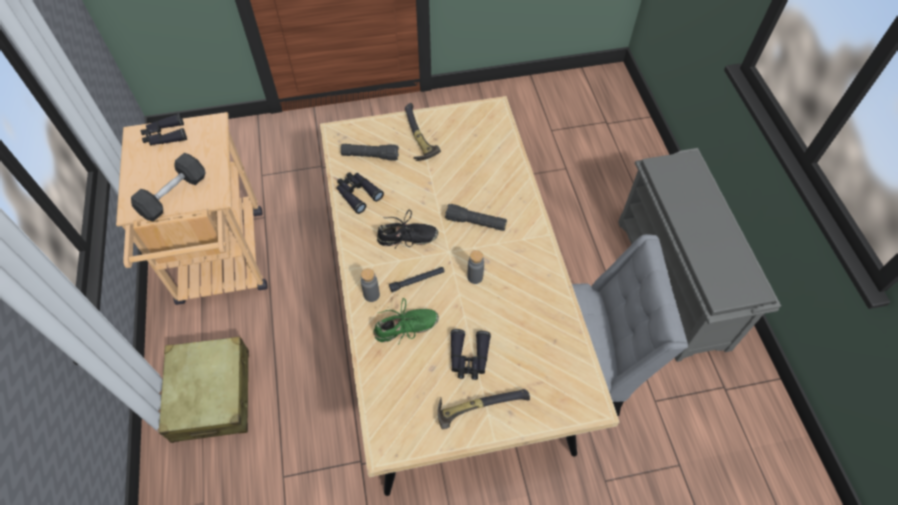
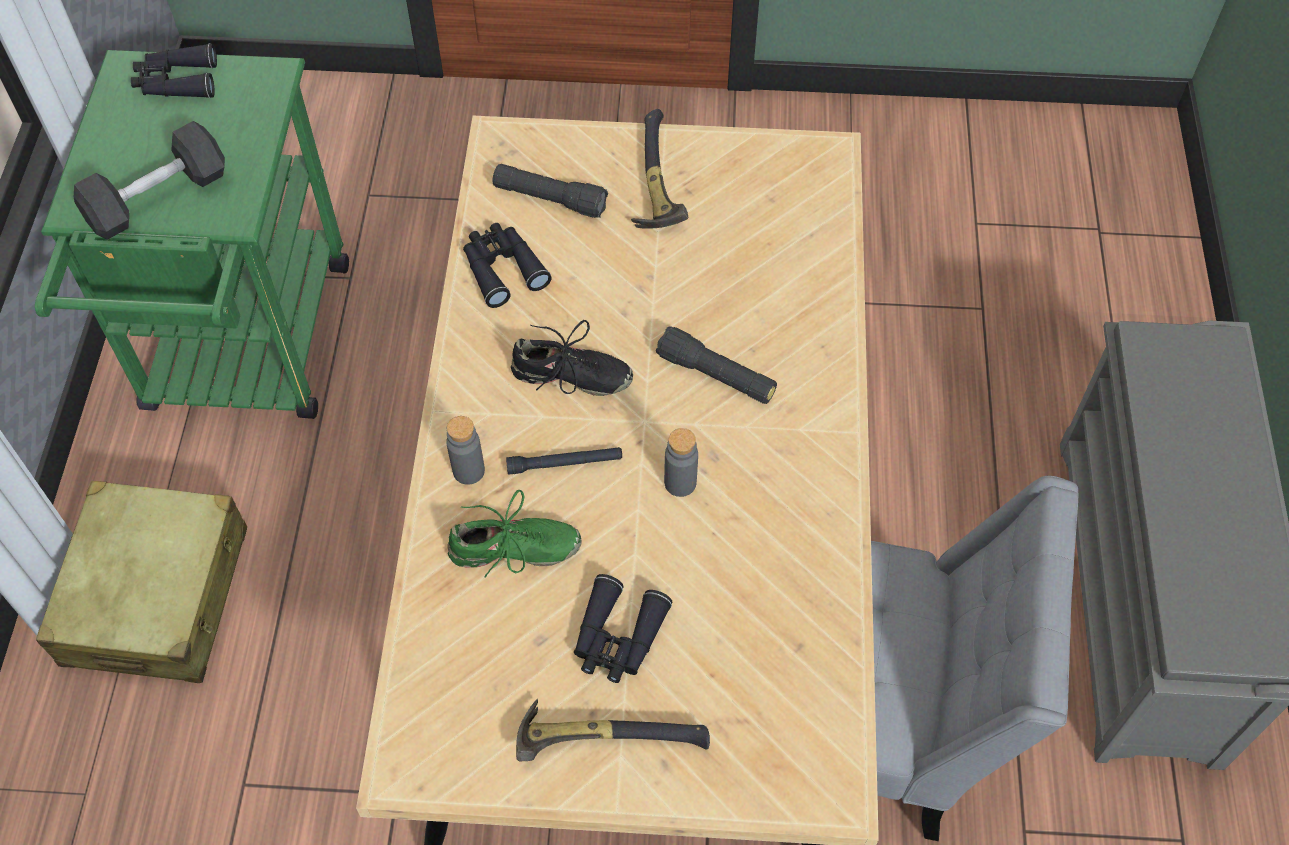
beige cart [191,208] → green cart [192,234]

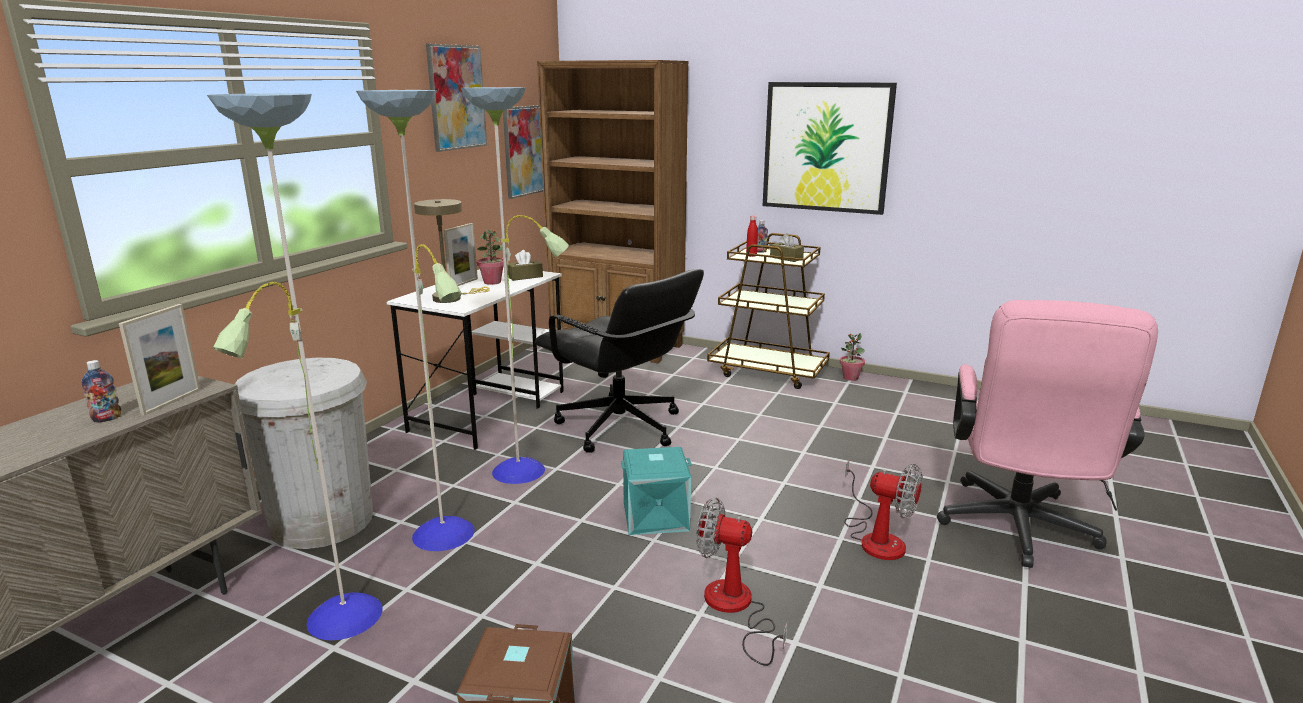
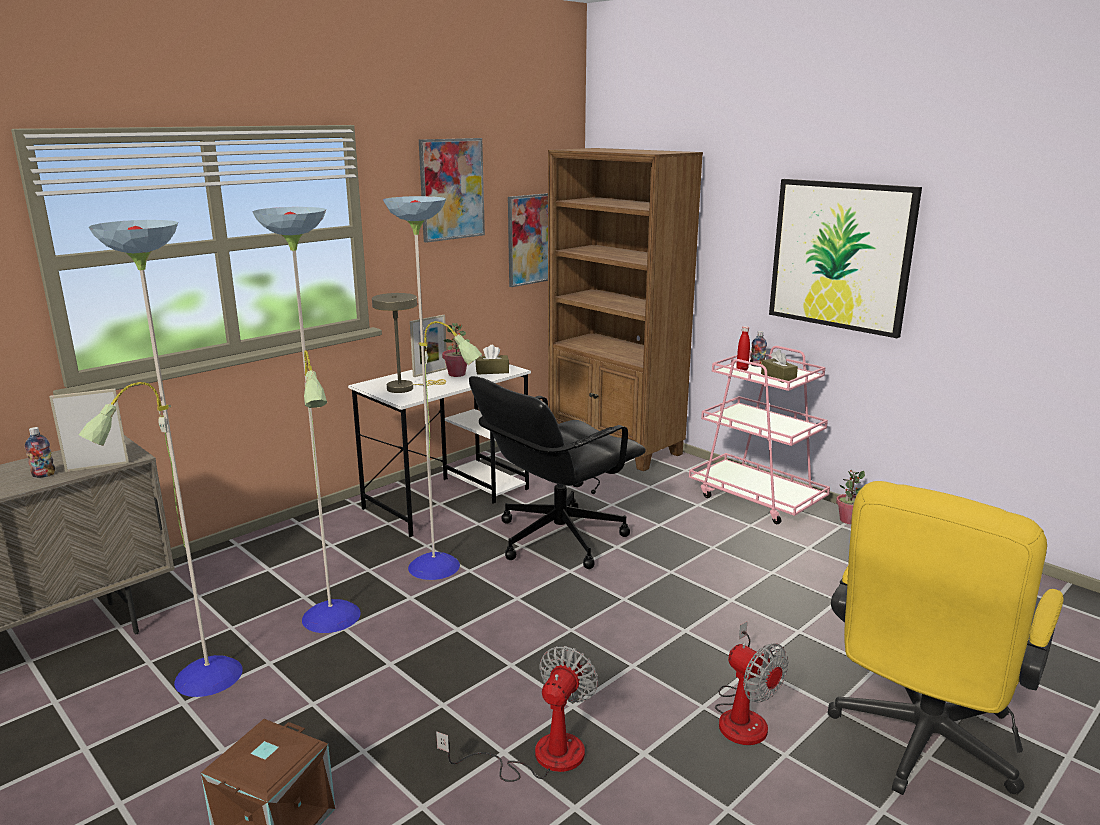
picture frame [160,360] → picture frame [89,430], 150 degrees counterclockwise
white trash can [304,453] → -
black office chair [619,361] → black office chair [557,472], 75 degrees clockwise
turquoise storage box [656,491] → -
fan [741,582] → fan [517,714], 75 degrees clockwise
brown cart [768,311] → pink cart [759,435]
pink office chair [1047,434] → yellow office chair [946,638]

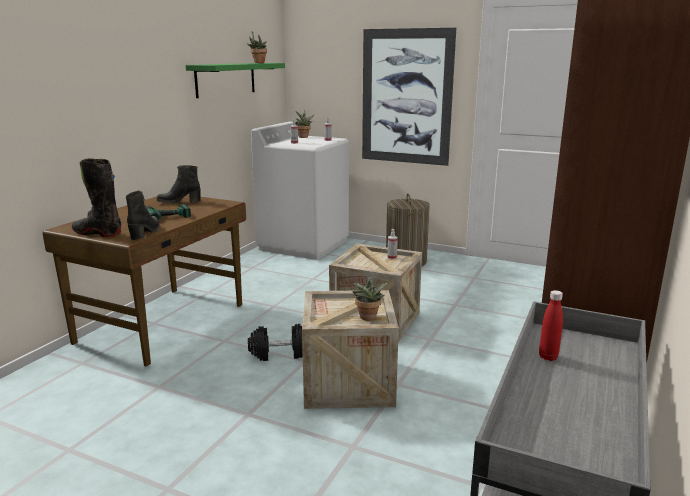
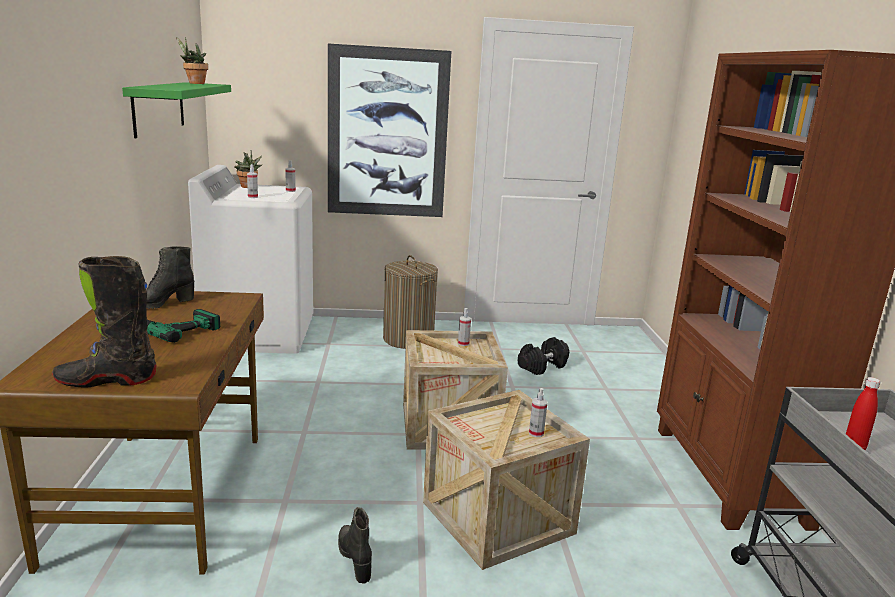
black boot [143,215] → black boot [355,545], shifted
black dumbbell [275,342] → black dumbbell [543,356], shifted
potted plant [370,298] → spray bottle [538,412]

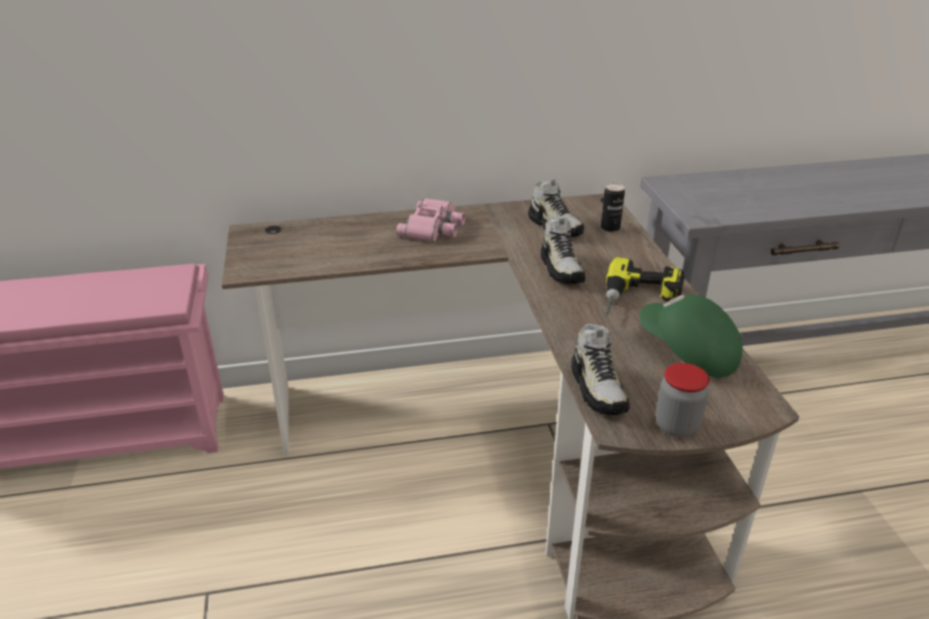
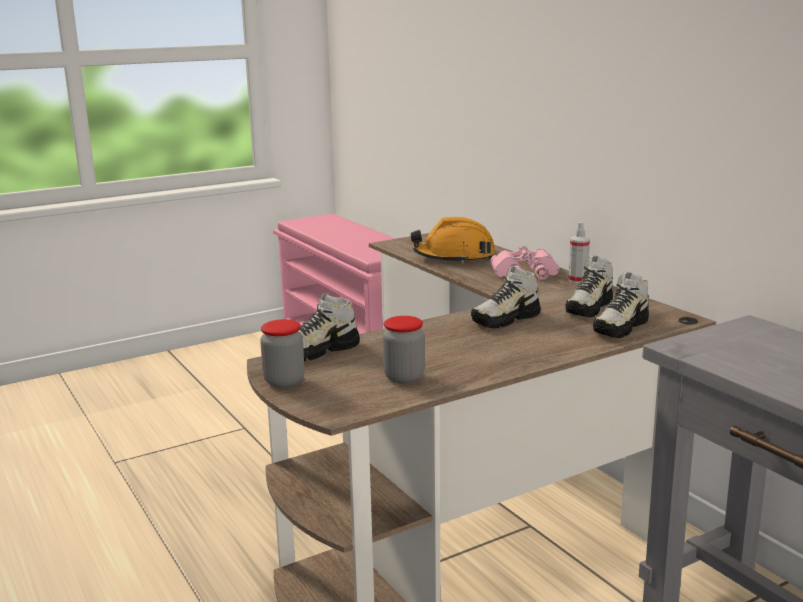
can [613,207] → shoe [621,305]
power drill [644,286] → -
green cap [691,336] → jar [404,350]
- → orange hard hat [452,240]
- → spray bottle [579,253]

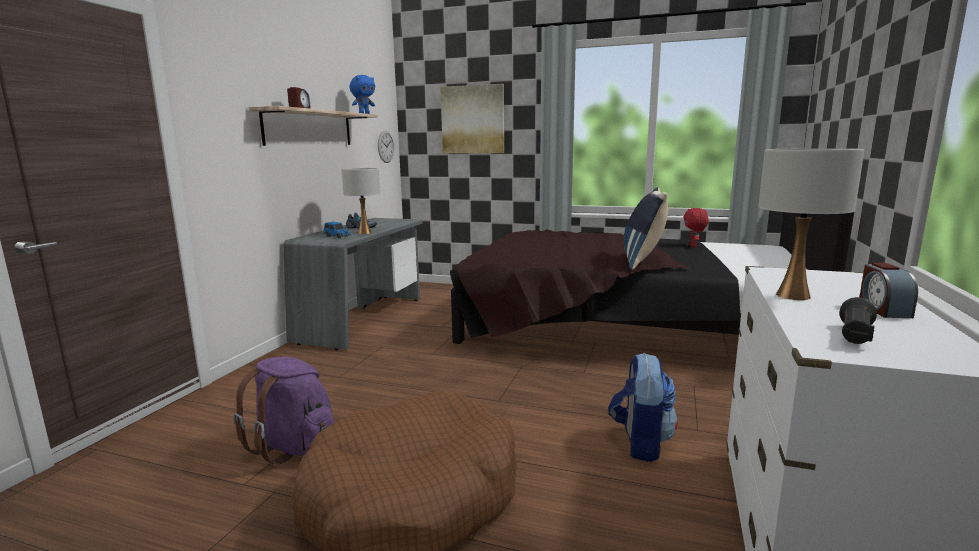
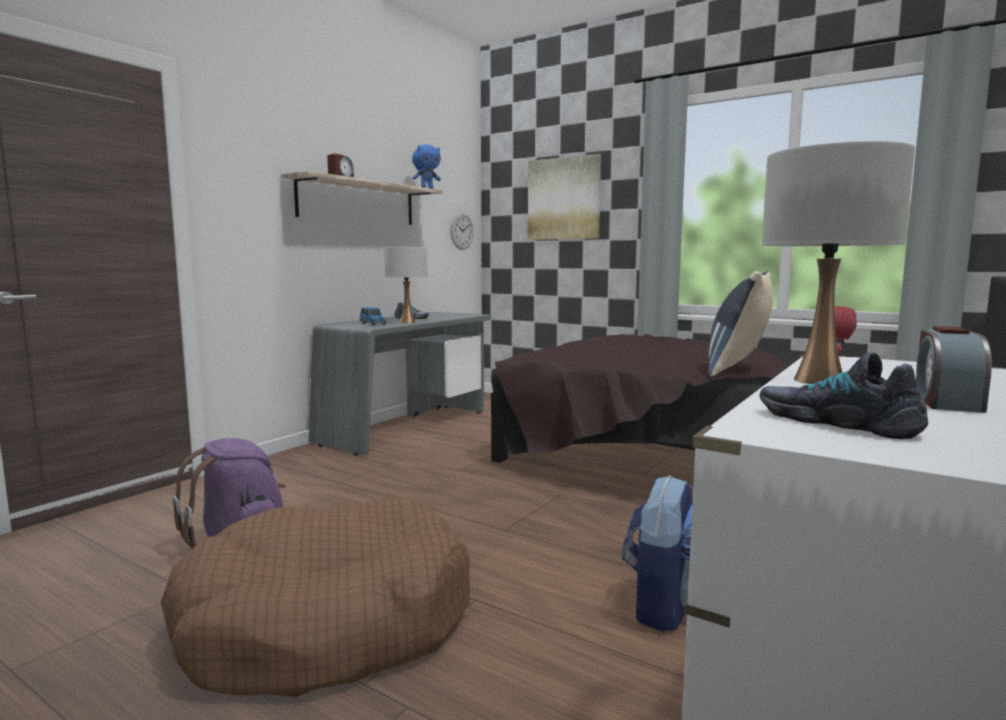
black flashlight [858,320] → shoe [843,396]

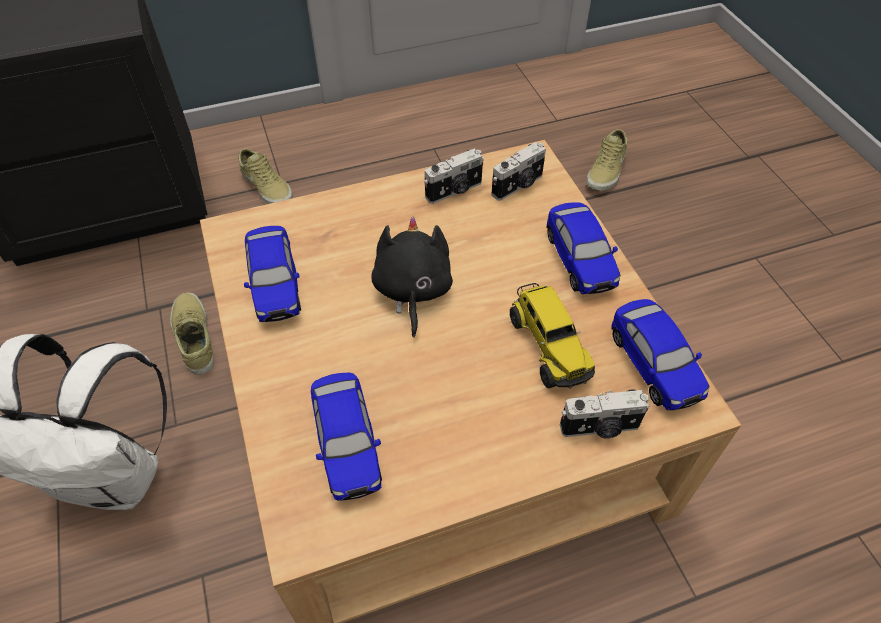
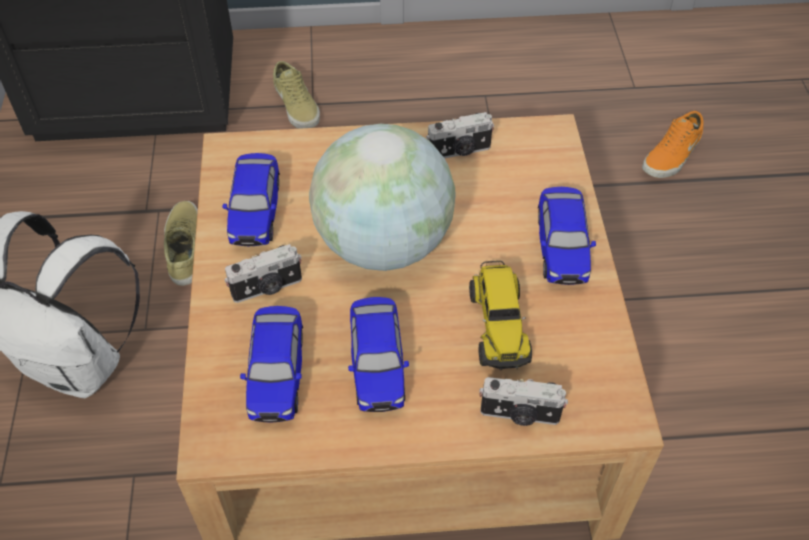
black plush toy [412,277] → globe [382,197]
photo camera [518,171] → photo camera [263,273], shifted
beige shoe [607,160] → orange shoe [673,144]
toy car [660,354] → toy car [378,354], shifted

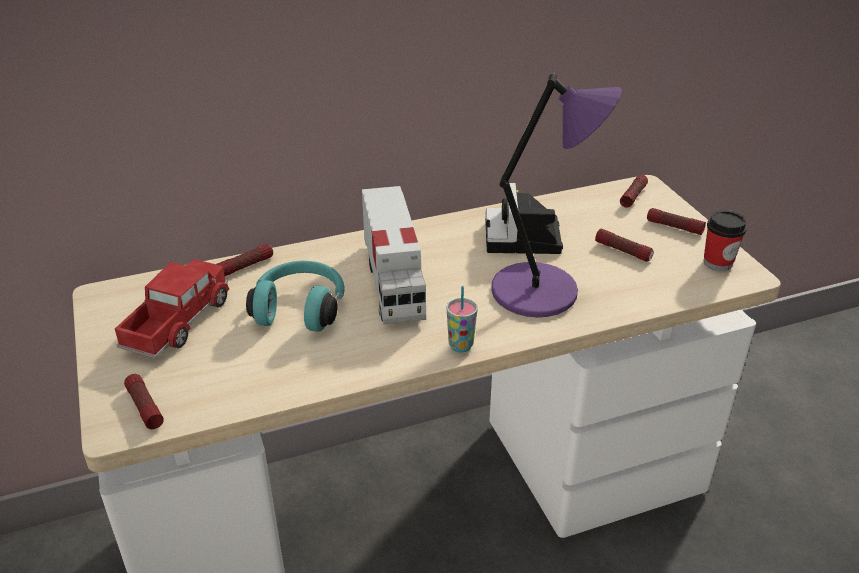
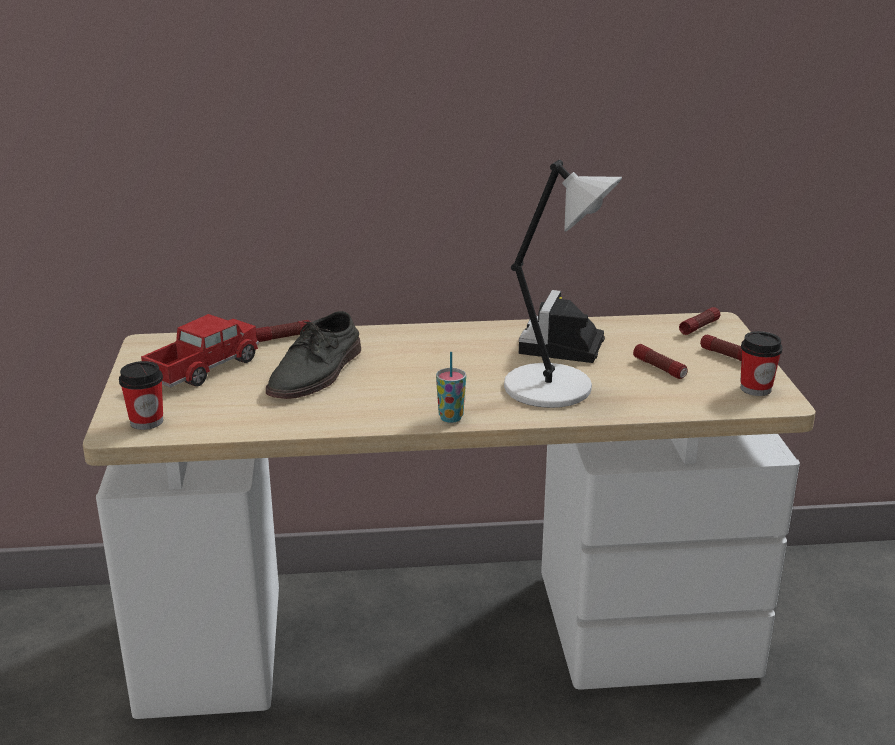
flashlight [144,401] → cup [141,395]
turquoise headphones [295,296] → grey shoe [313,355]
toy truck [394,255] → -
purple table lamp [556,195] → white table lamp [563,284]

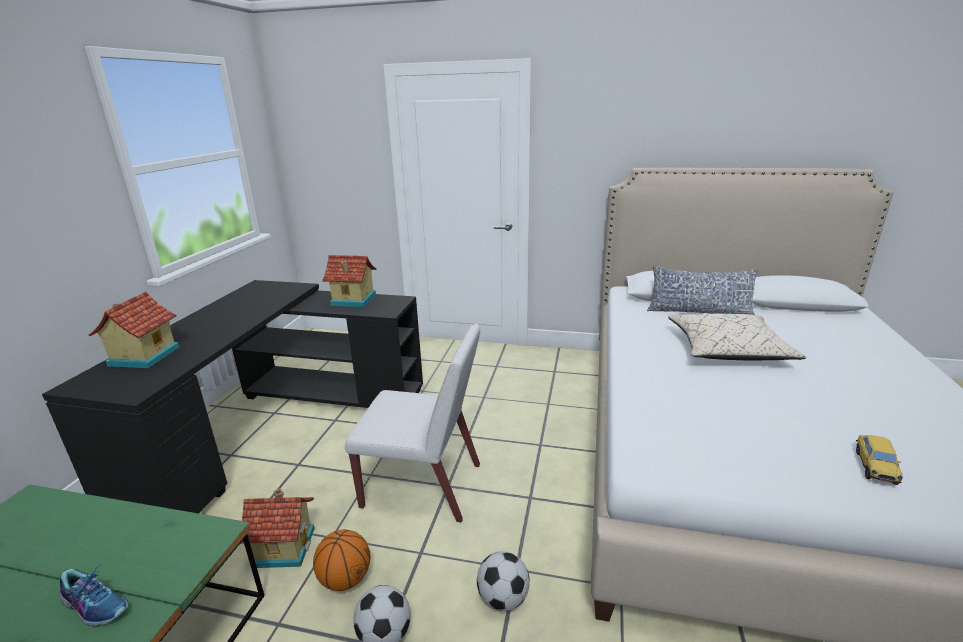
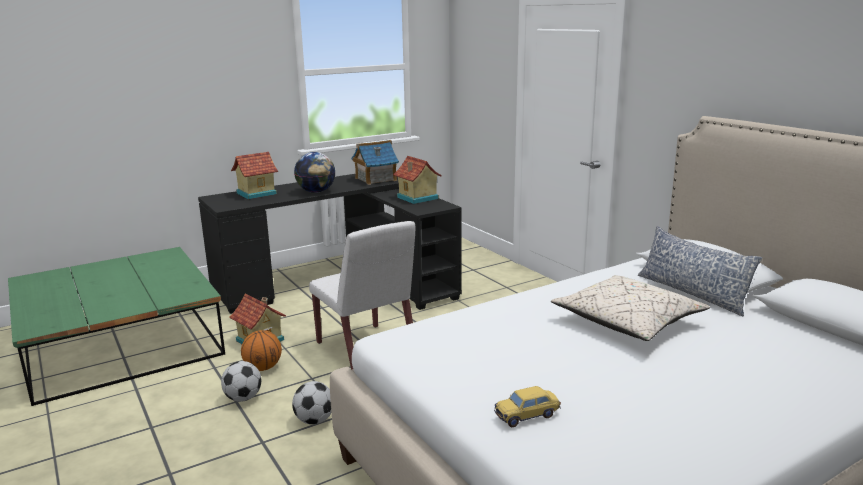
shoe [94,595] → -
- → globe [315,172]
- → toy house [375,162]

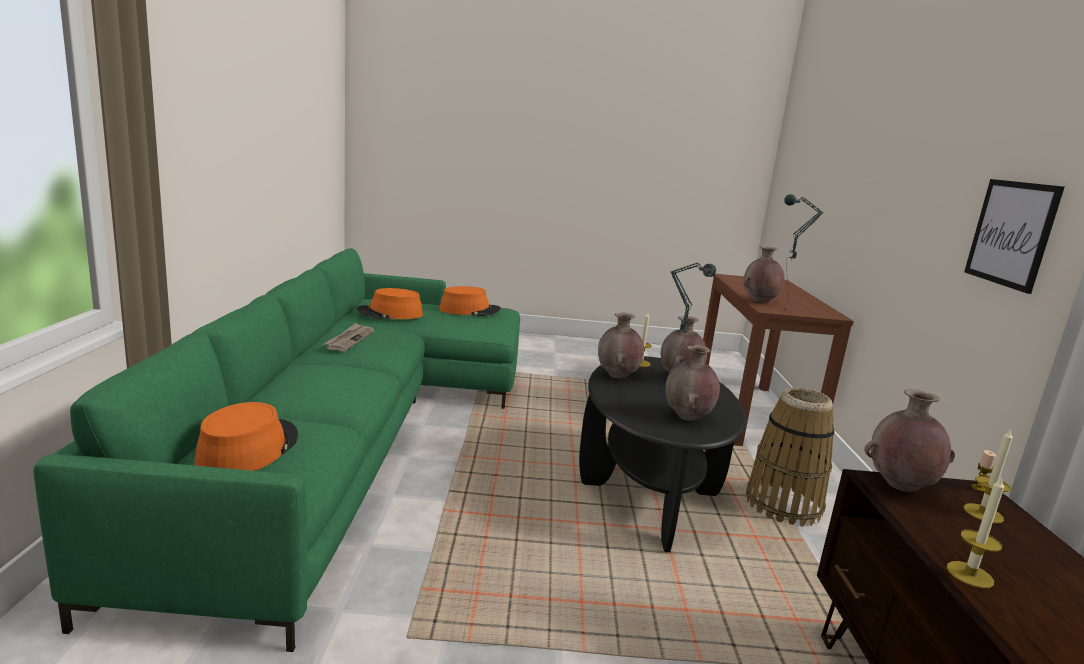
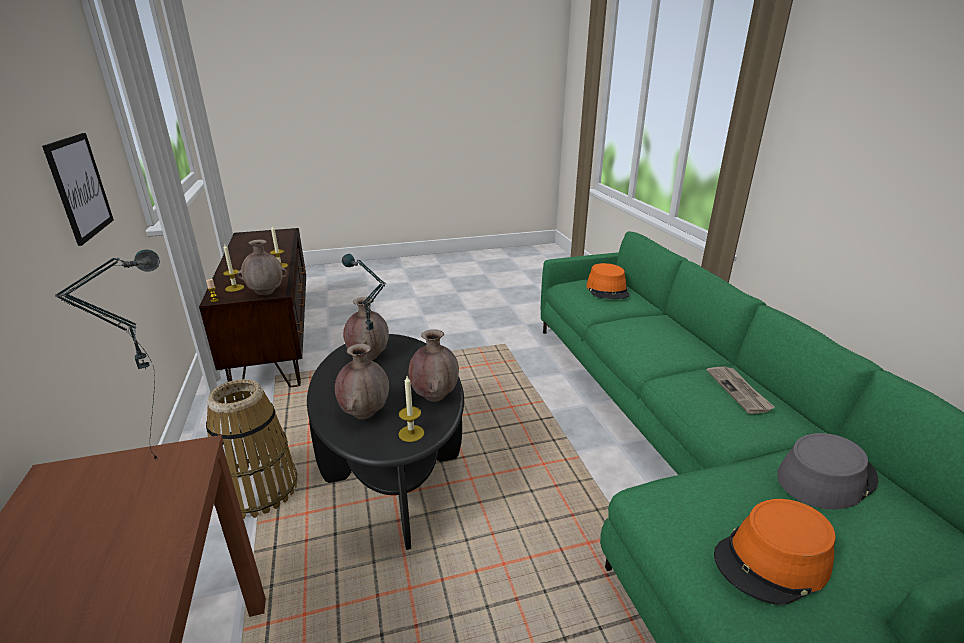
orange hat [389,303] → grey hat [827,471]
brown vase [764,274] → -

